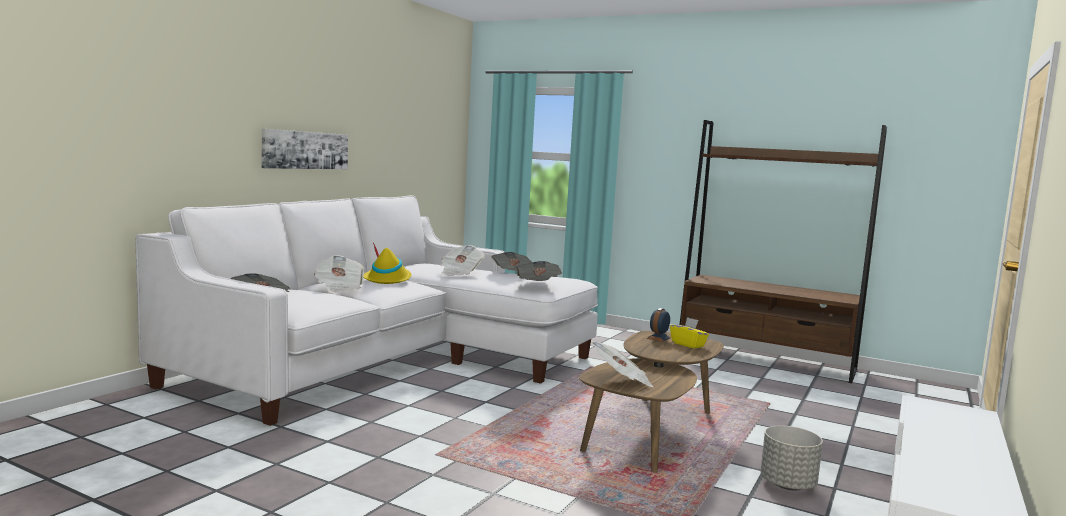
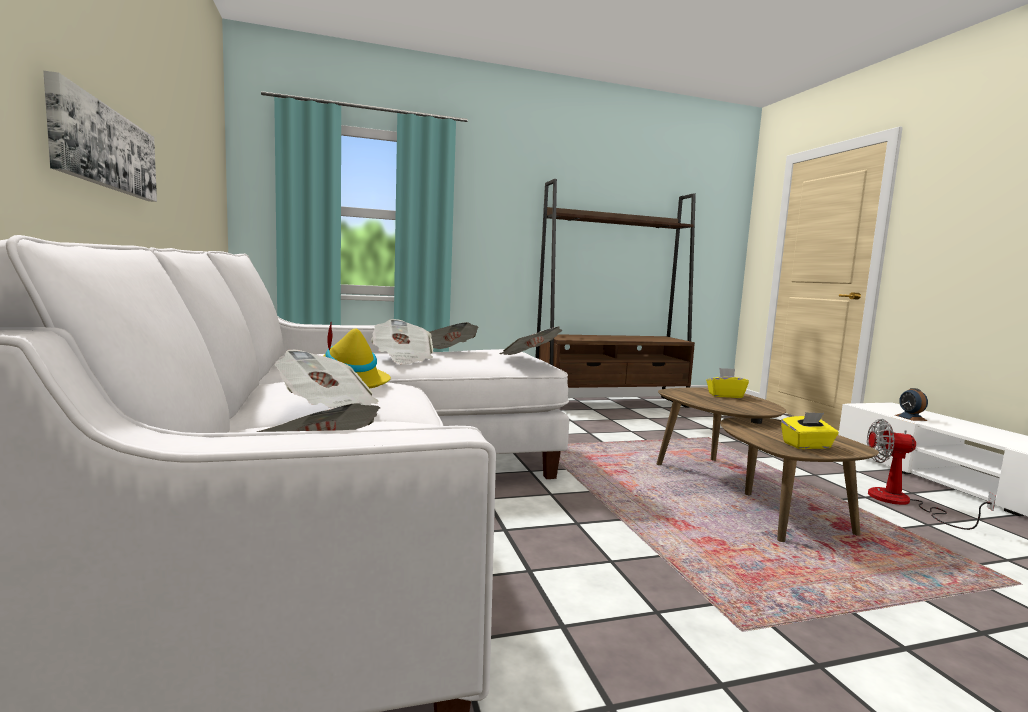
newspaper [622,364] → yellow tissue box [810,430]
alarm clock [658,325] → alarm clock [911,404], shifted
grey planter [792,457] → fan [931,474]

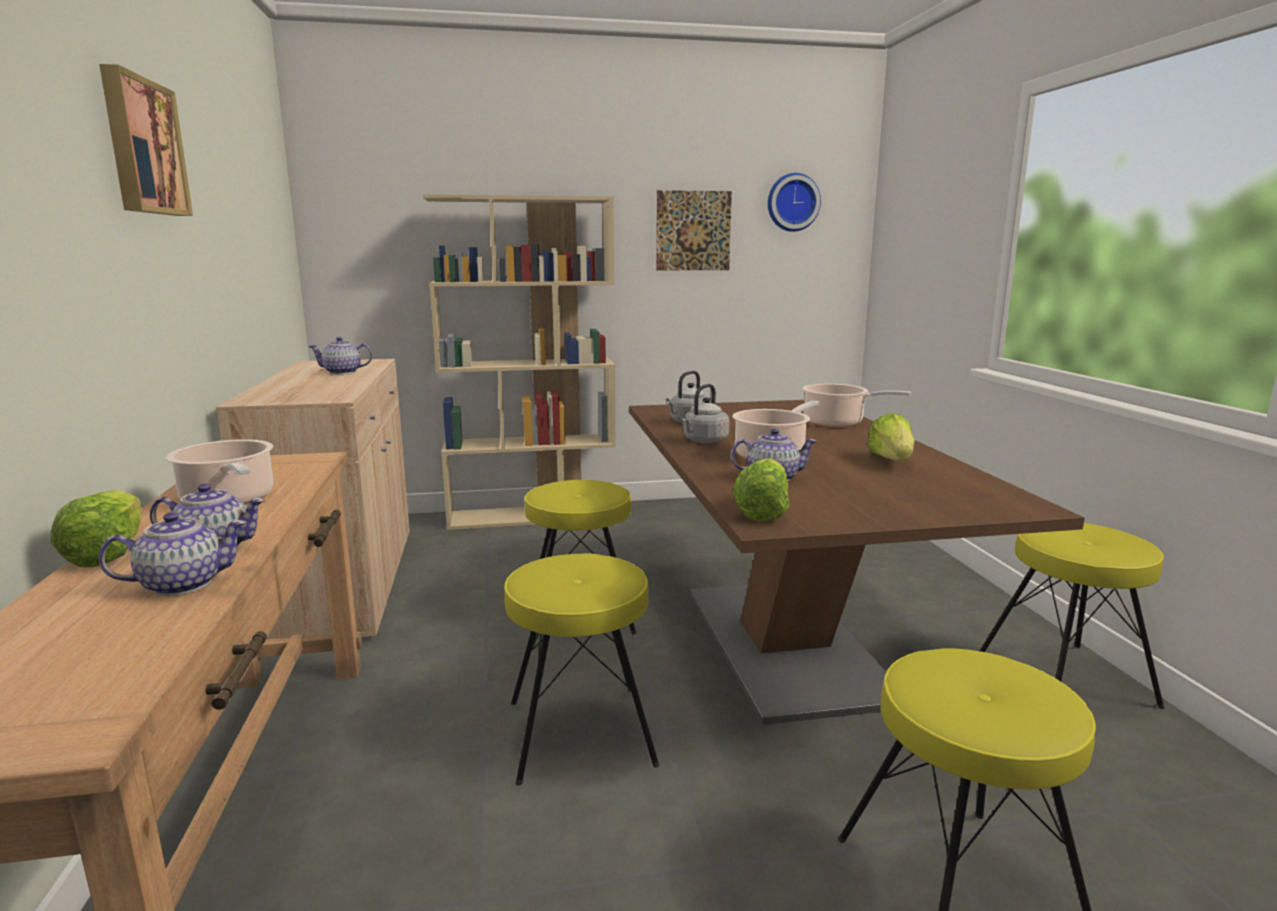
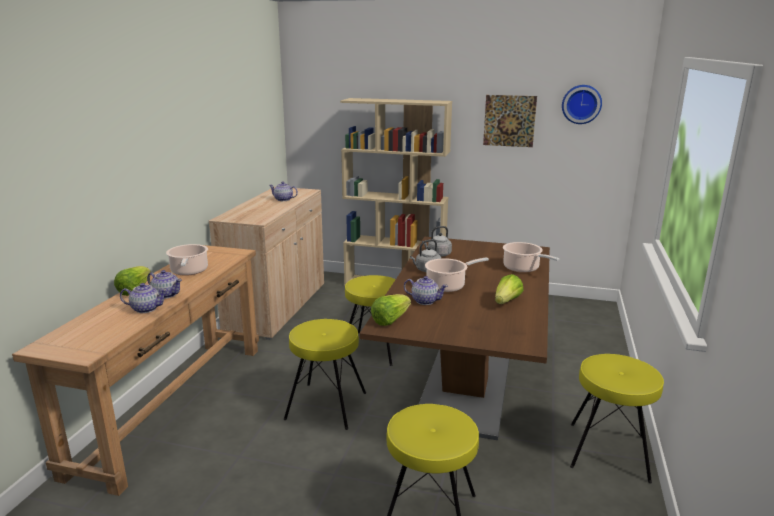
picture [146,140] → -

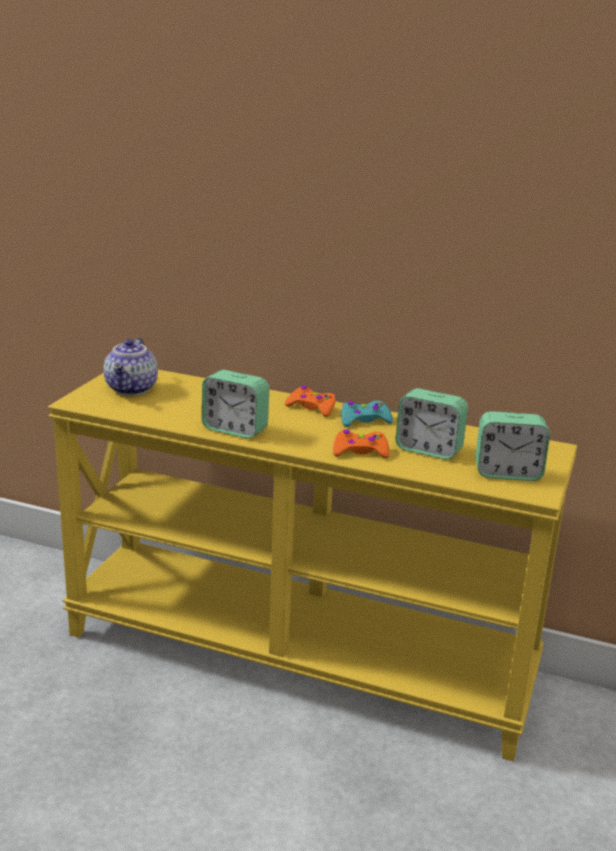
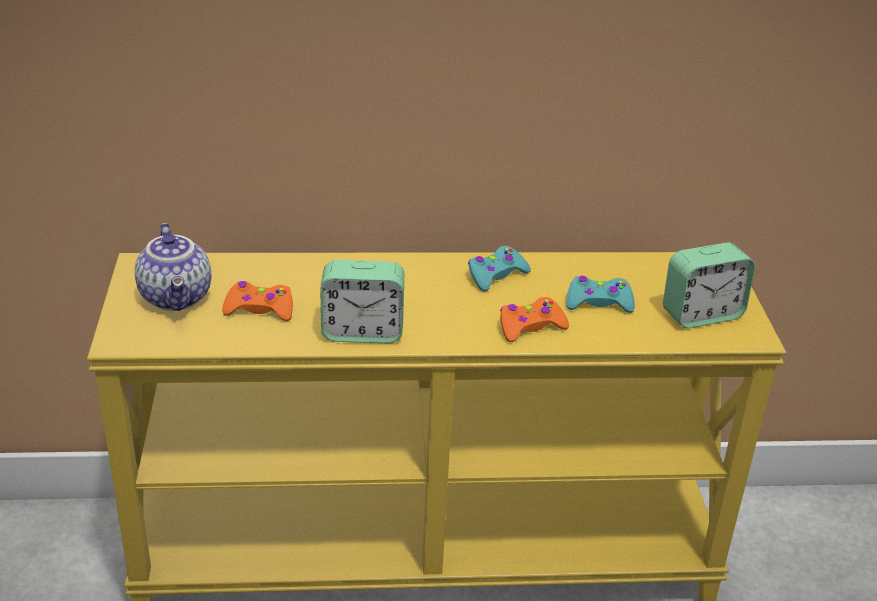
orange game controller [310,401] → orange game controller [257,301], shifted
alarm clock [431,424] → turquoise game controller [600,294]

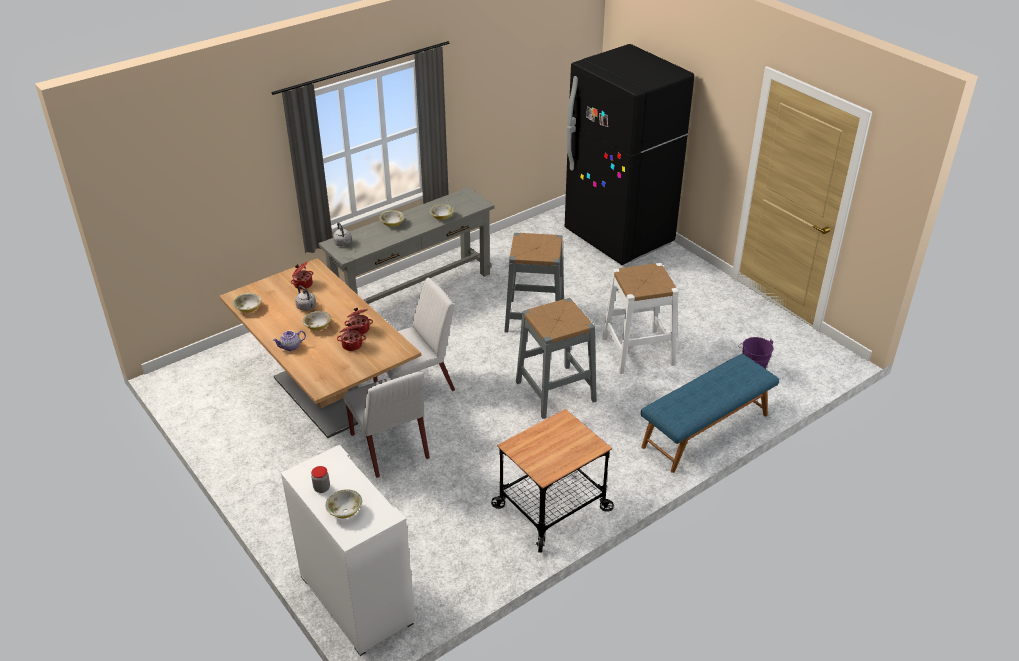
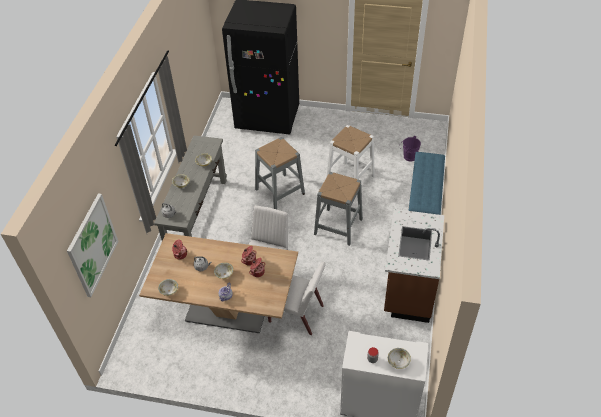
cart [552,481] → brown counter [414,266]
- → picture [92,245]

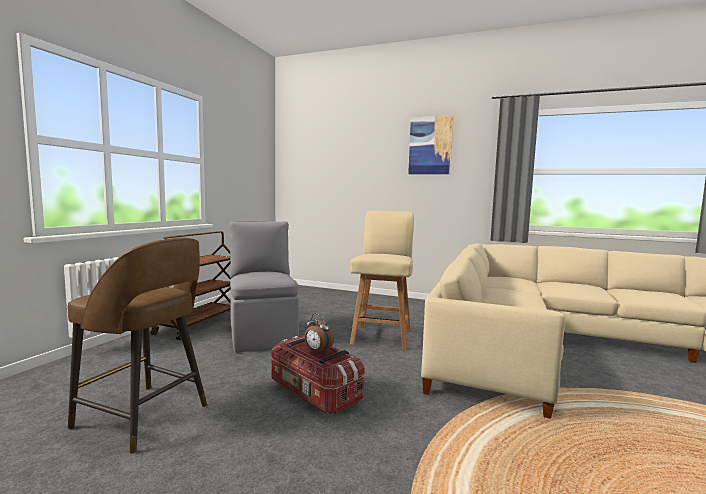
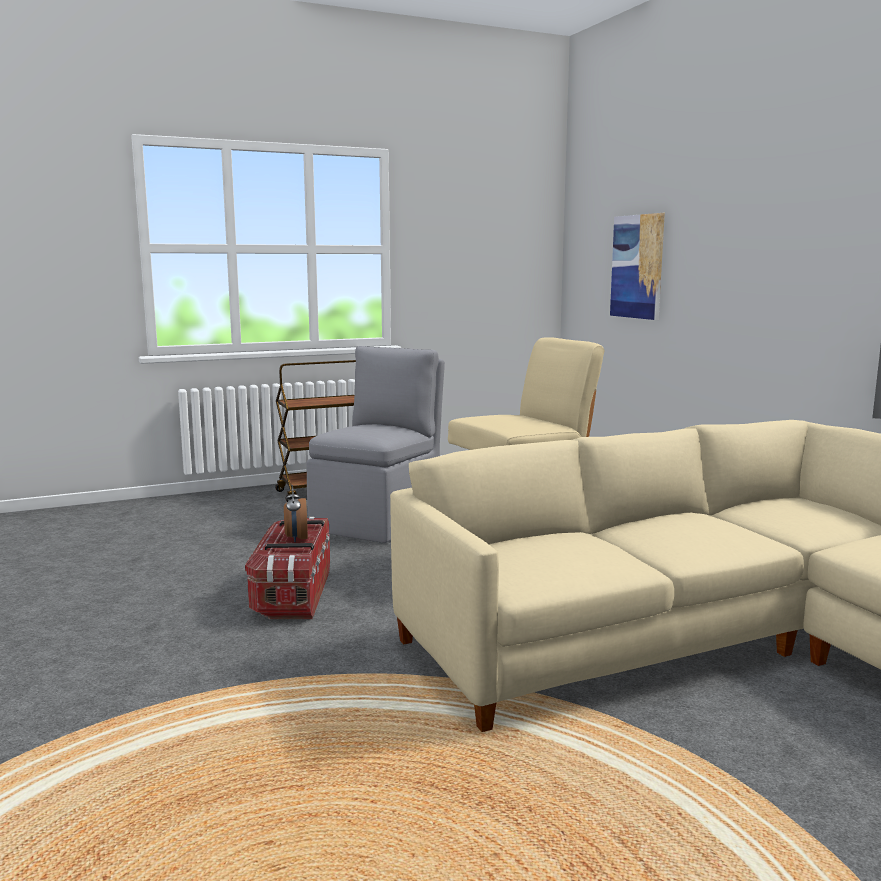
brown stool [137,346] → -
picture [431,144] → picture [637,266], shifted

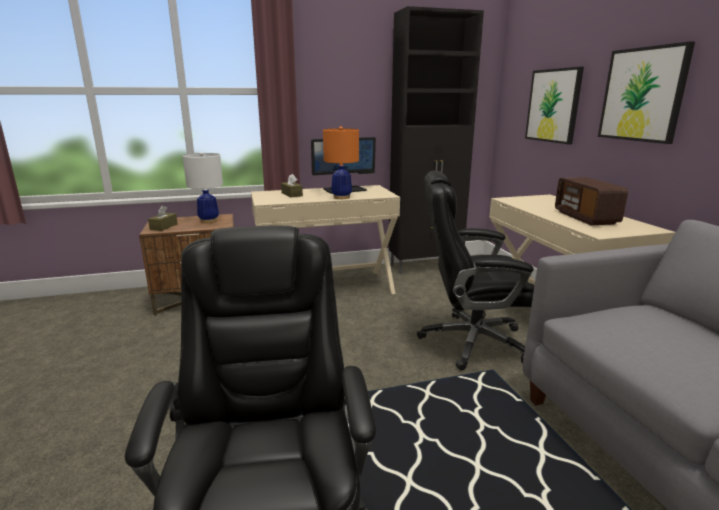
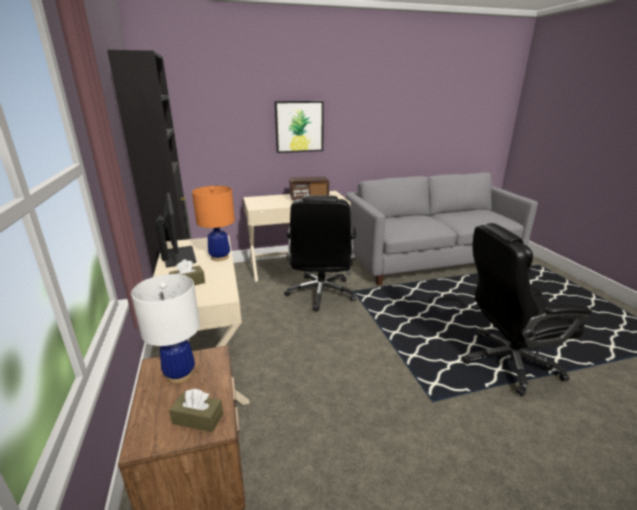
picture [554,105] → -

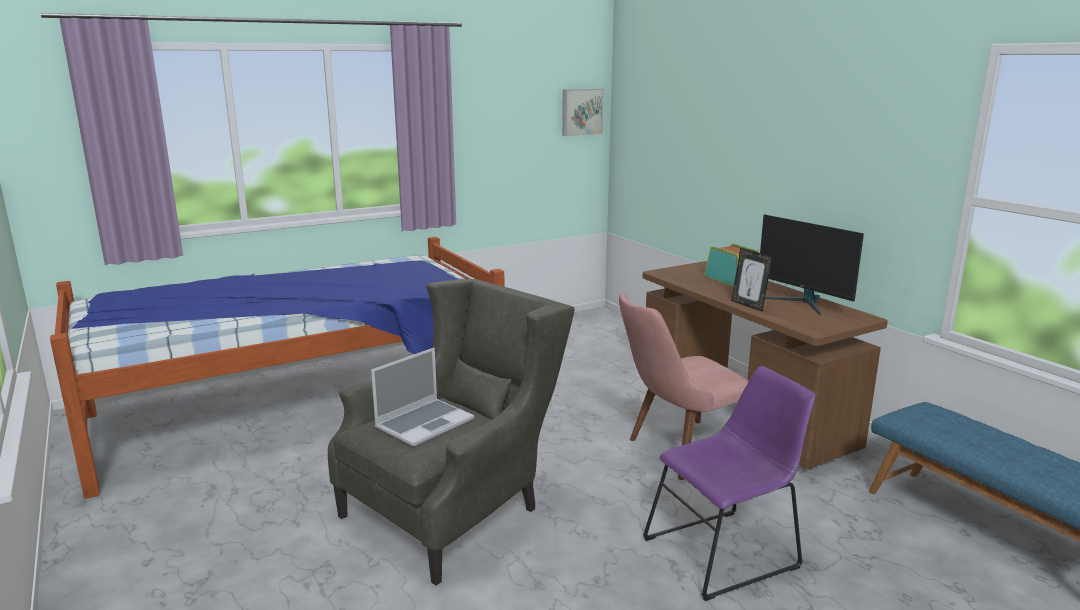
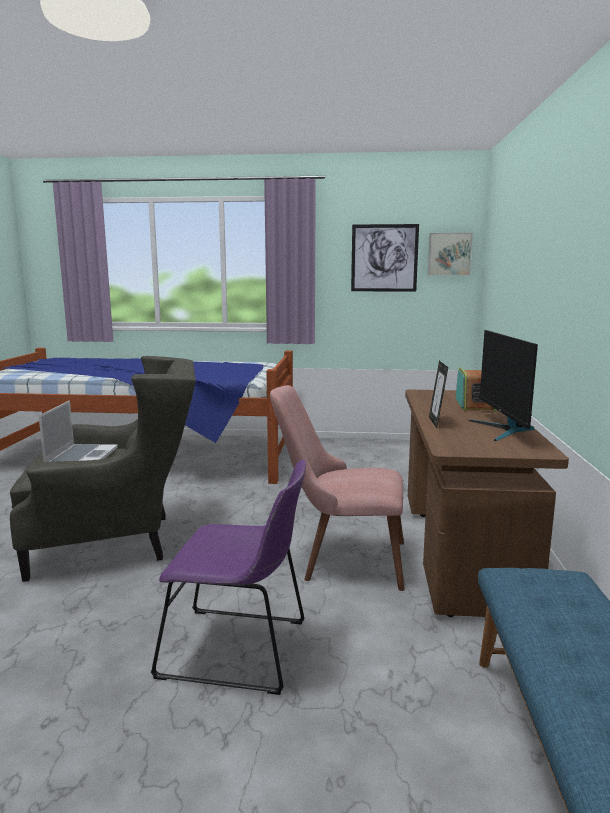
laptop [422,397] → laptop [78,431], 75 degrees counterclockwise
- → picture [385,257]

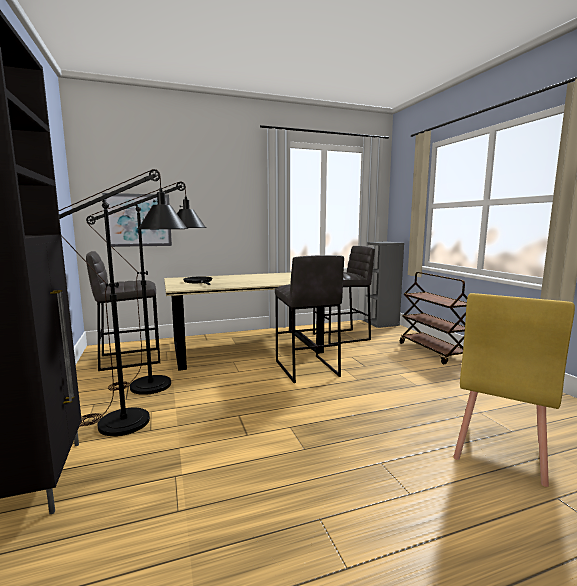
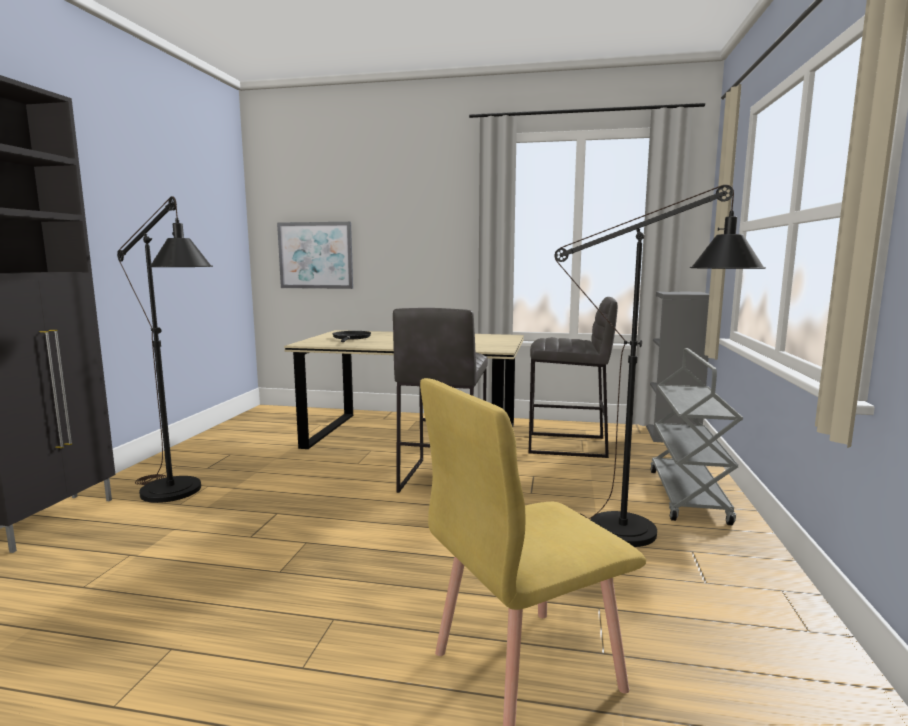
black floor lamp [146,288] → black floor lamp [660,366], shifted
grey stool [123,311] → -
brown cart [434,318] → grey cart [696,436]

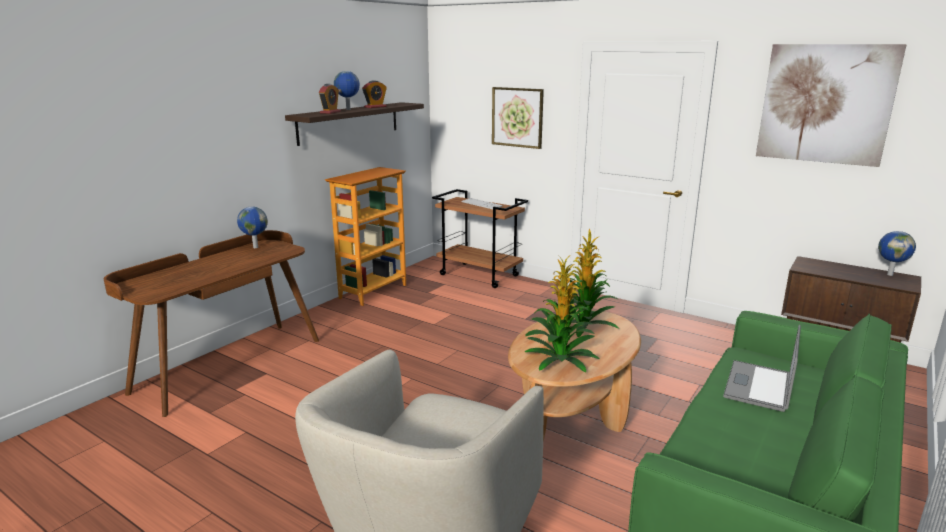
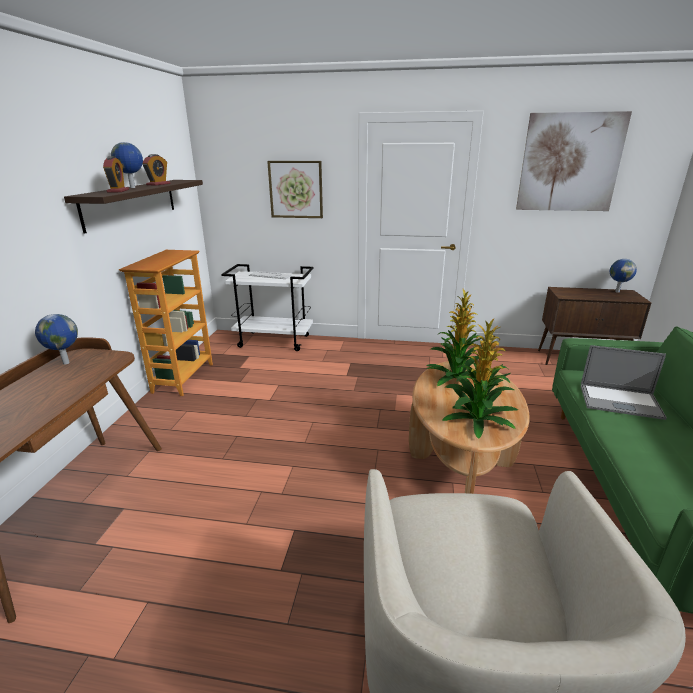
brown cart [480,238] → white cart [267,307]
laptop [762,368] → laptop [624,382], 75 degrees counterclockwise

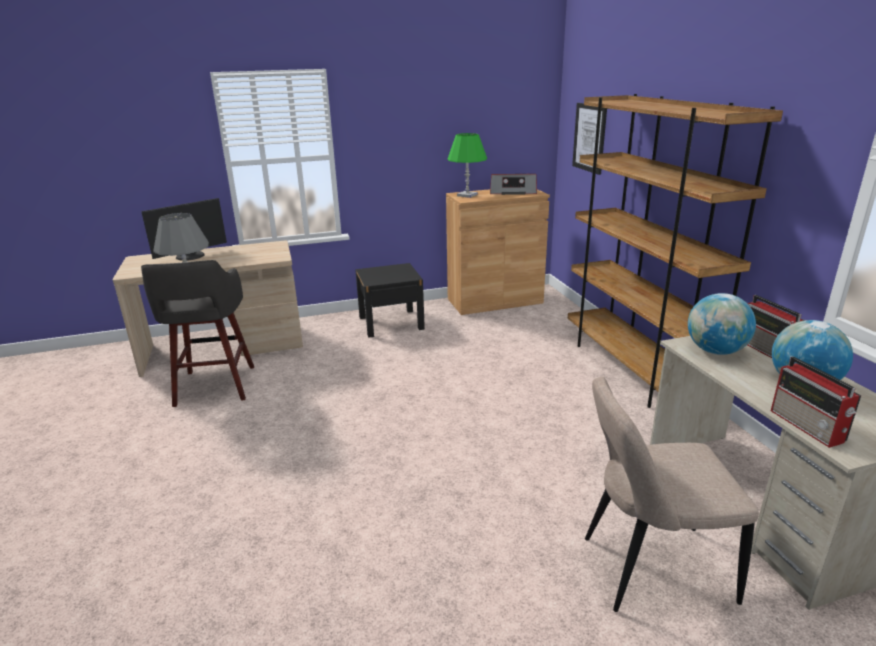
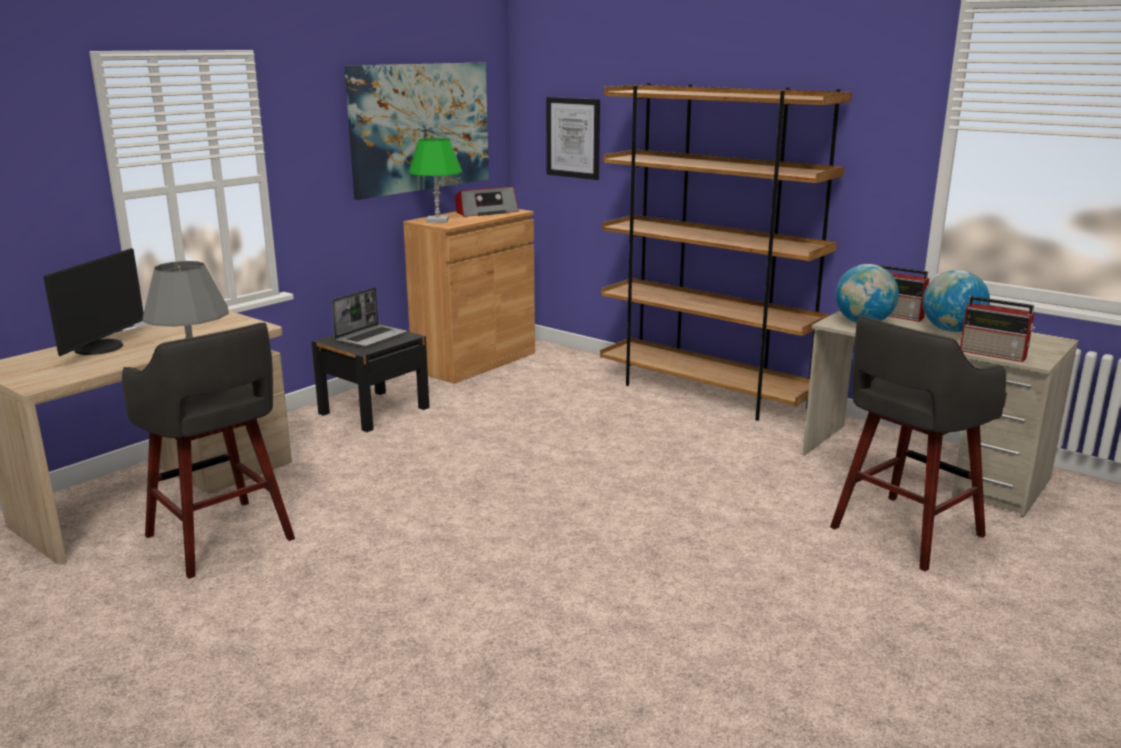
beige chair [672,494] → grey stool [918,443]
- → laptop [369,317]
- → picture [416,131]

